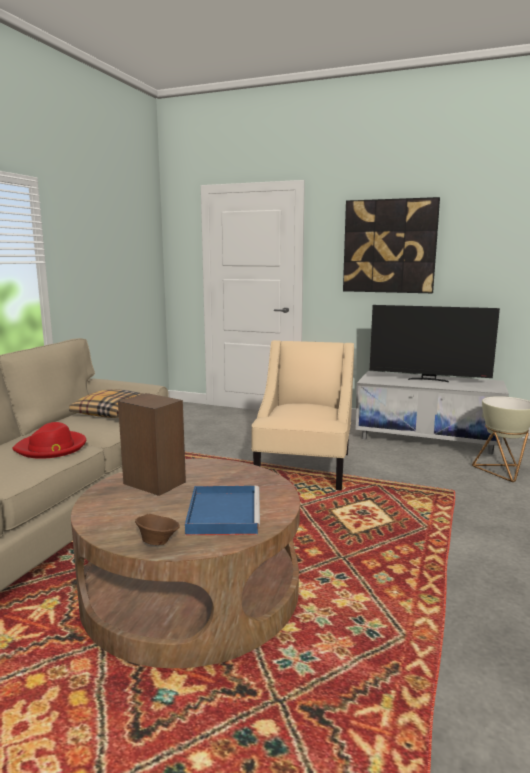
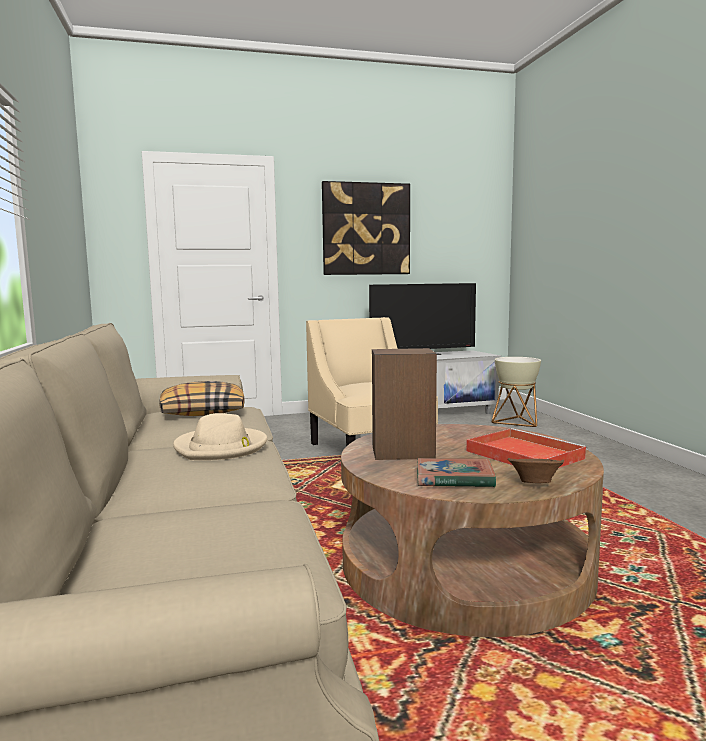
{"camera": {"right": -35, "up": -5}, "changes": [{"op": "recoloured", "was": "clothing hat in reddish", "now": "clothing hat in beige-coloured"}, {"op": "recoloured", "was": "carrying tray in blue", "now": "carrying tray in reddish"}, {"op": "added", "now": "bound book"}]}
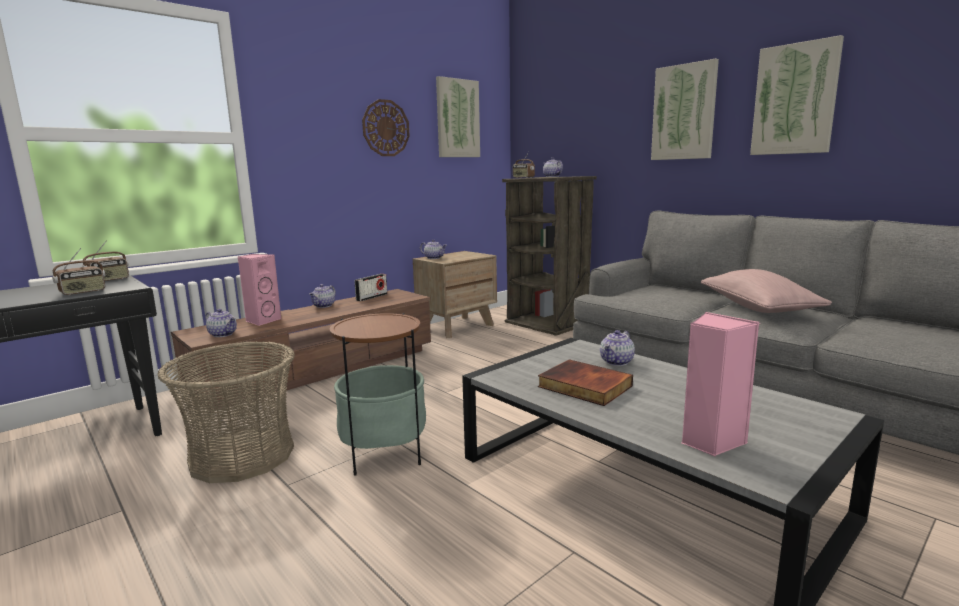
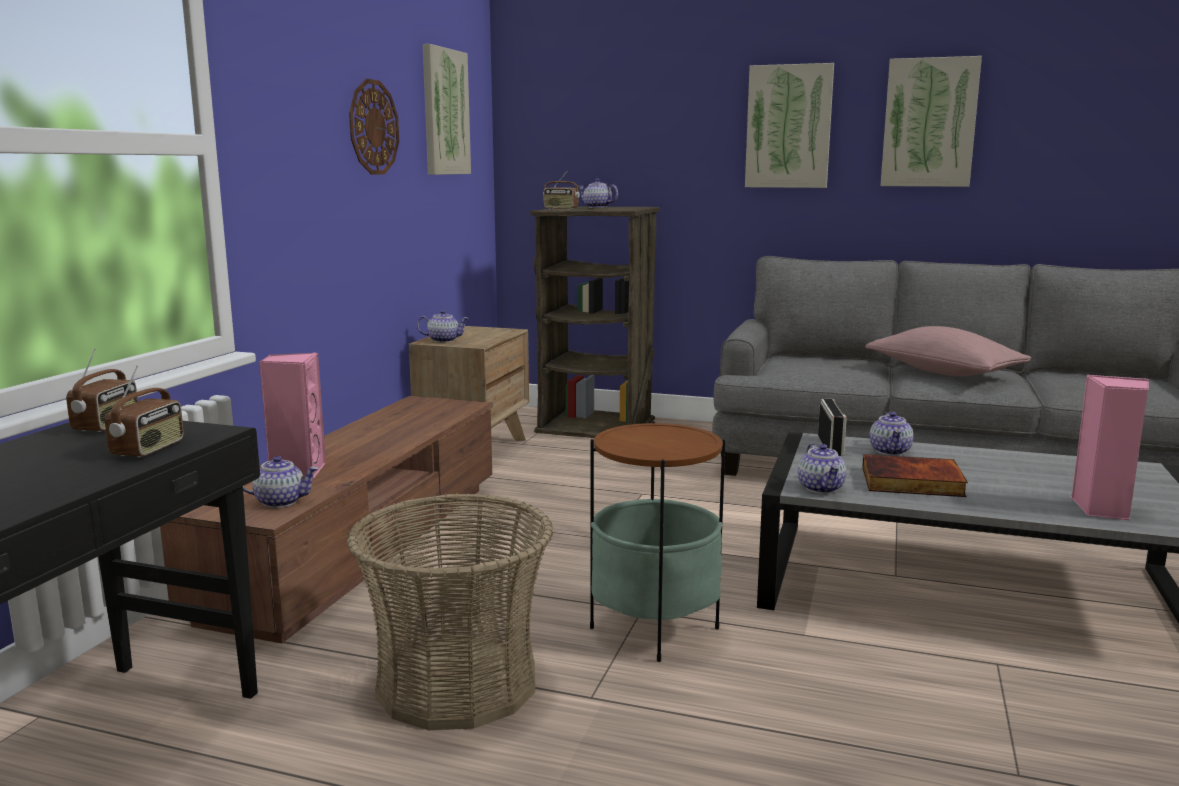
{"camera": {"right": -30, "up": 0}, "changes": [{"op": "moved", "was": "tea pot (2nd from left in the first image)", "now": "tea pot (4th from left)"}, {"op": "moved", "was": "radio set (3rd from left in the first image)", "now": "radio set (4th from left)"}]}
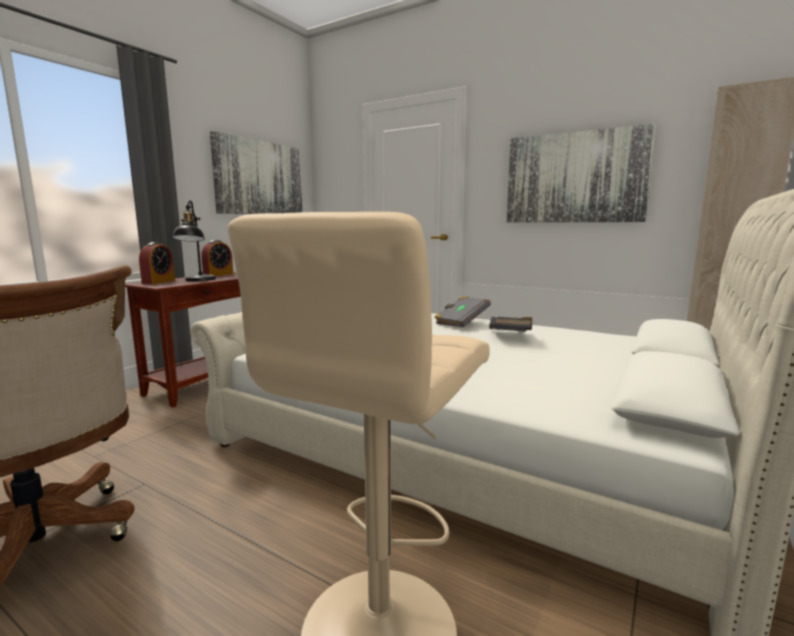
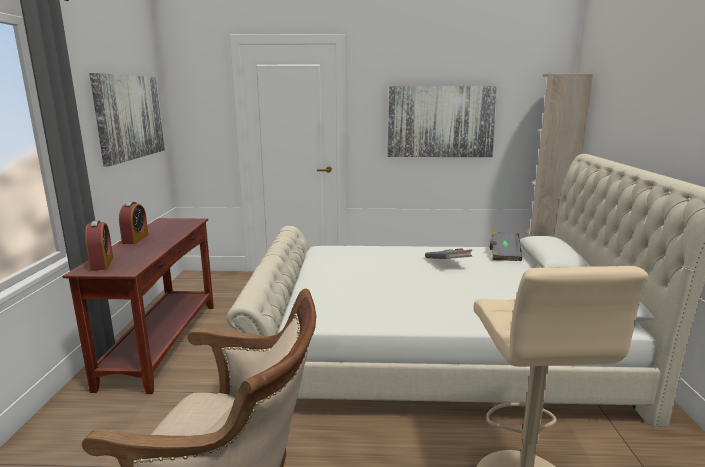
{"camera": {"right": -30, "up": 5}, "changes": [{"op": "removed", "was": "tabletop lamp in black"}, {"op": "moved", "was": "bound book in grey (1st from left in the first image)", "now": "bound book in grey (2nd from left)"}]}
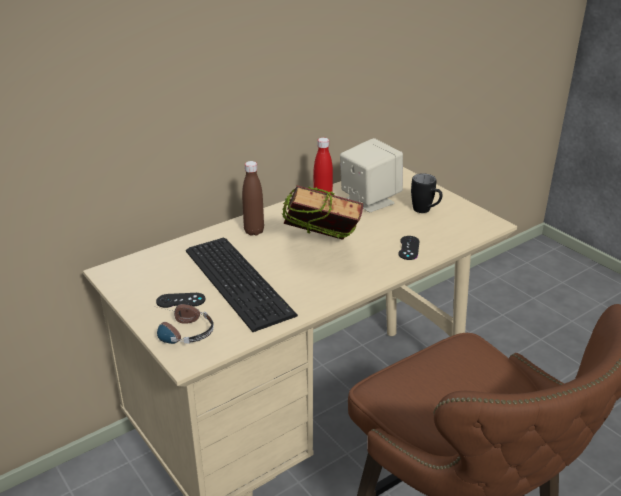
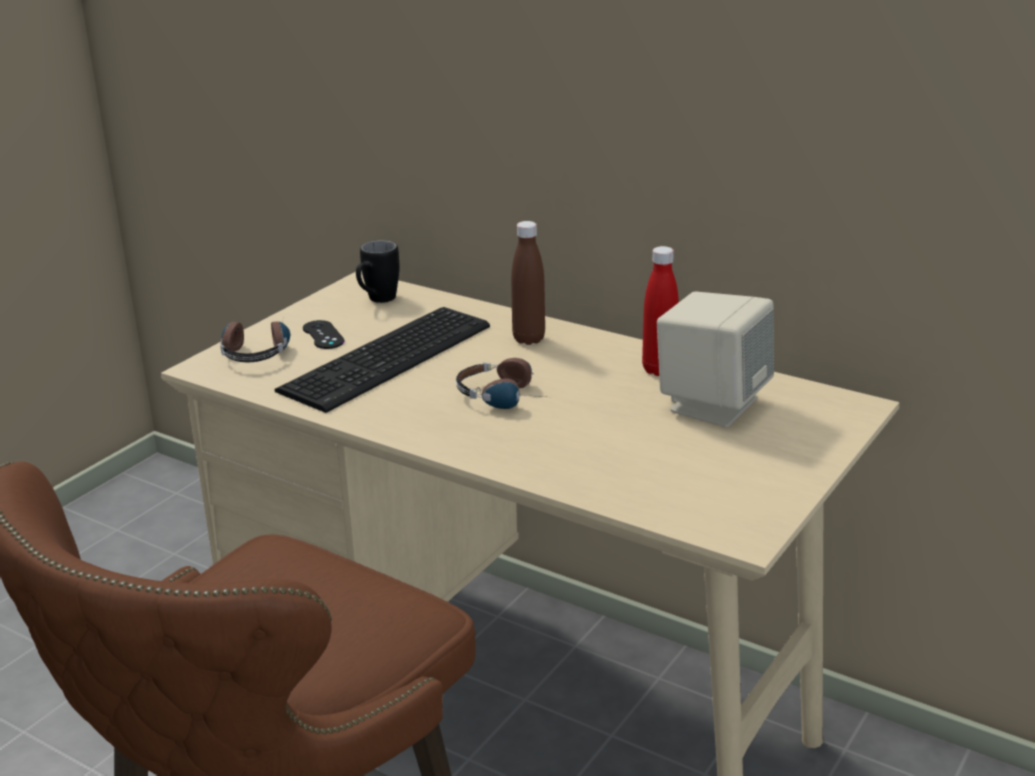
{"camera": {"right": 70, "up": -5}, "changes": [{"op": "replaced", "was": "bound book", "now": "pair of headphones (2nd from left)"}, {"op": "removed", "was": "joypad in black (2nd from left)"}, {"op": "moved", "was": "tea mug in black"}]}
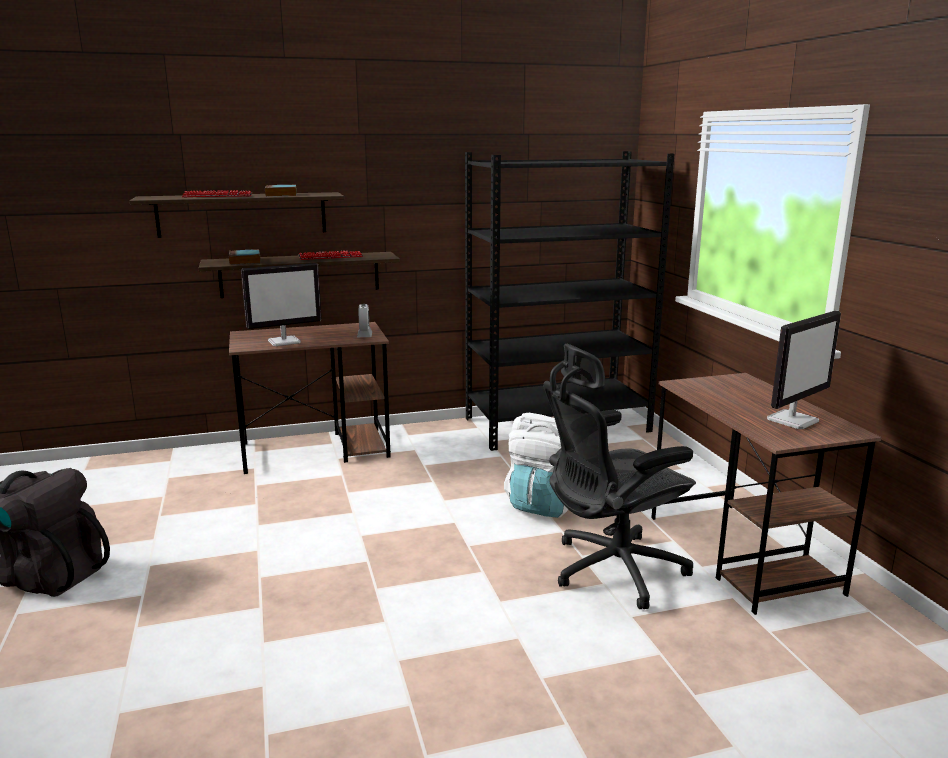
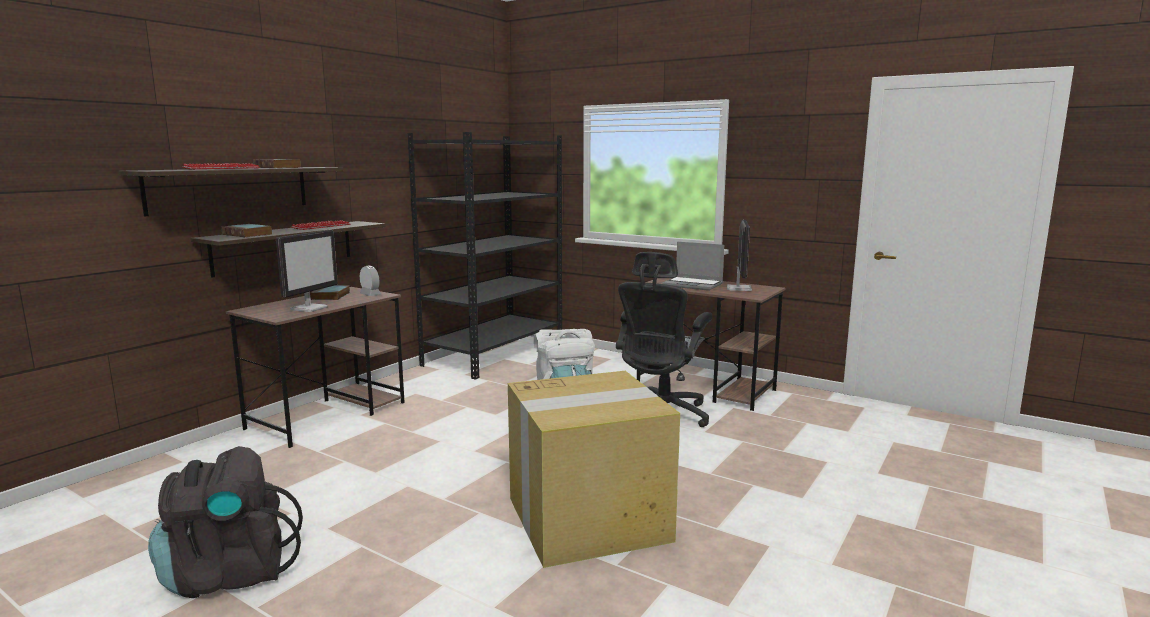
{"camera": {"right": -40, "up": -5}, "changes": [{"op": "added", "now": "bound book (3rd from left)"}, {"op": "added", "now": "packing box"}, {"op": "added", "now": "notebook computer"}]}
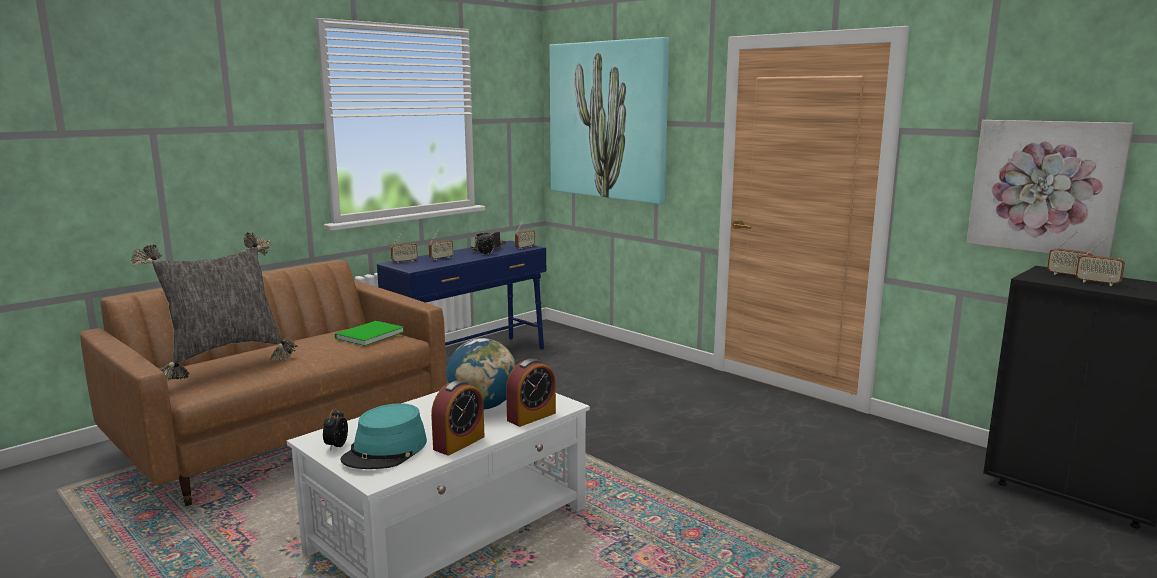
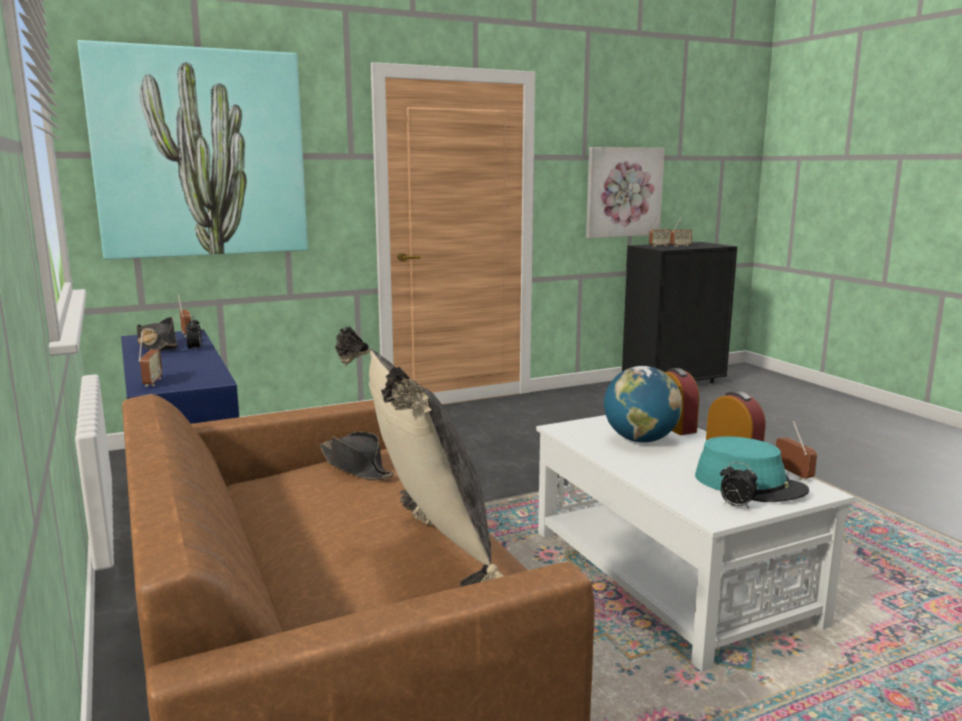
{"camera": {"right": -70, "up": 0}, "changes": [{"op": "replaced", "was": "bound book in green", "now": "clothing hat in black (2nd from left)"}, {"op": "moved", "was": "radio set (2nd from left in the first image)", "now": "radio set (5th from left)"}]}
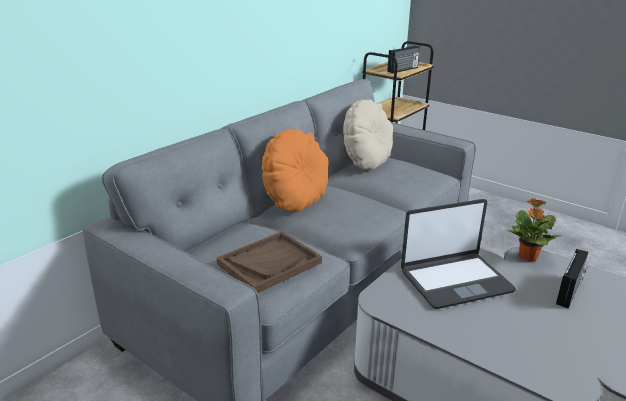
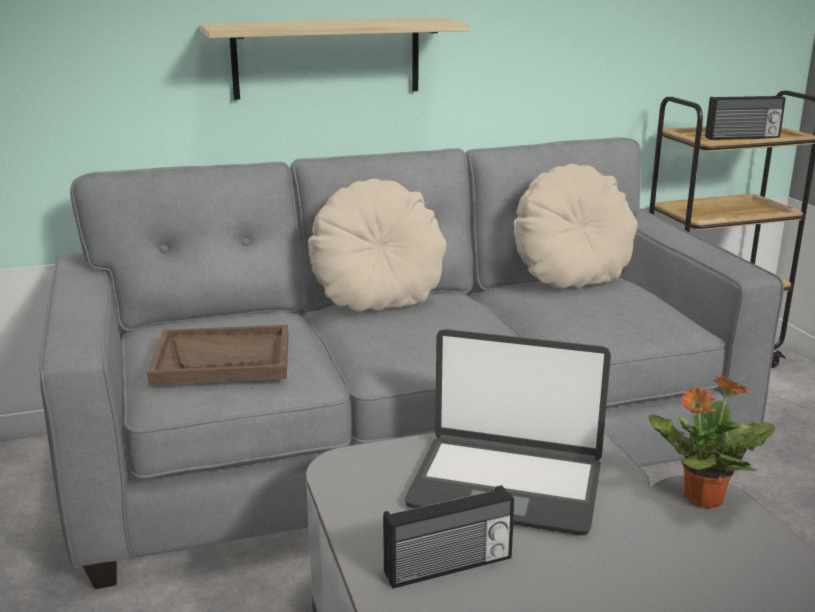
{"camera": {"right": 35, "up": -5}, "changes": [{"op": "recoloured", "was": "cushion in orange-coloured", "now": "cushion in beige-coloured (1st from left)"}, {"op": "moved", "was": "radio set (2nd from left in the first image)", "now": "radio set (1st from left)"}, {"op": "added", "now": "shelf"}]}
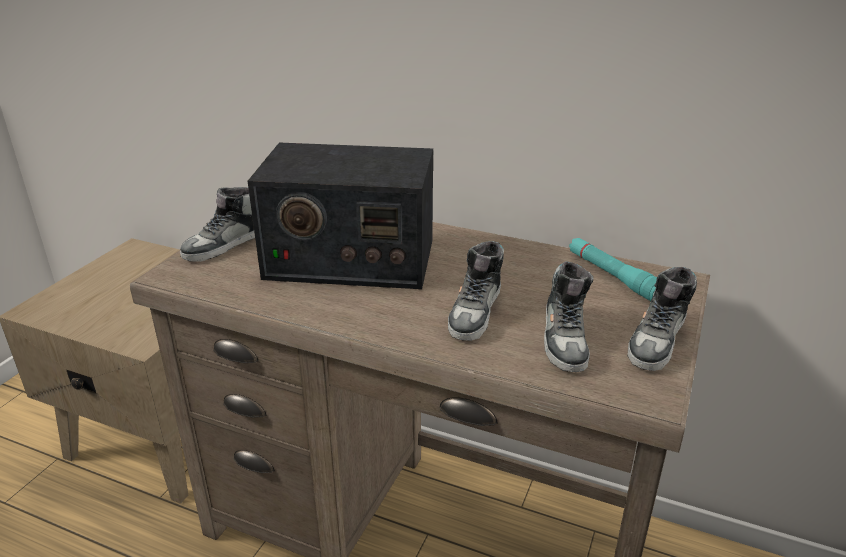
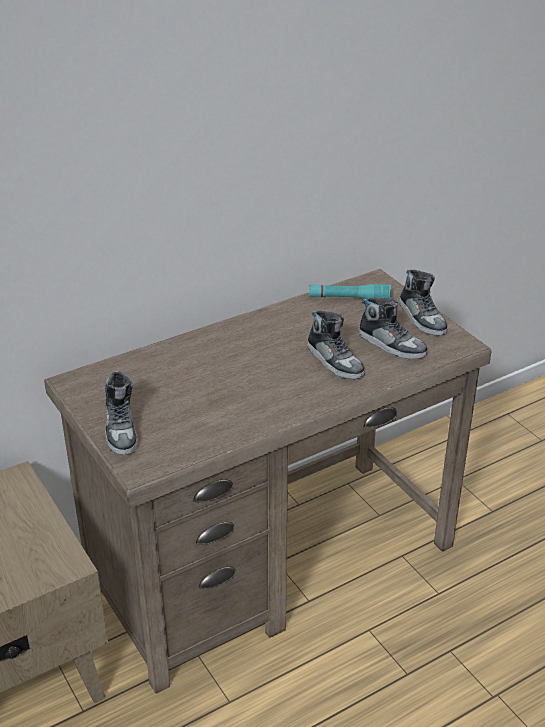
{"camera": {"right": -55, "up": 5}, "changes": [{"op": "removed", "was": "radio set"}]}
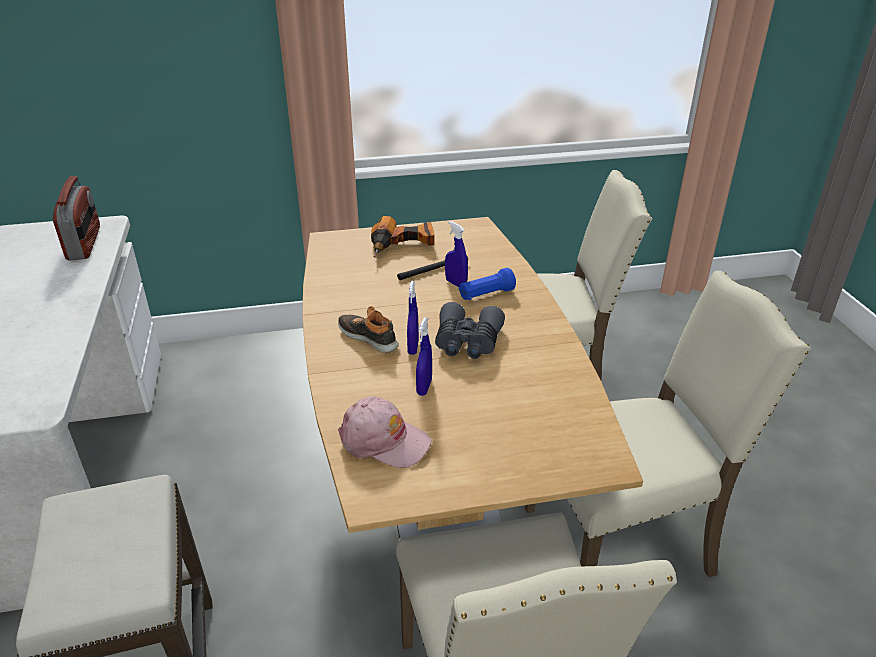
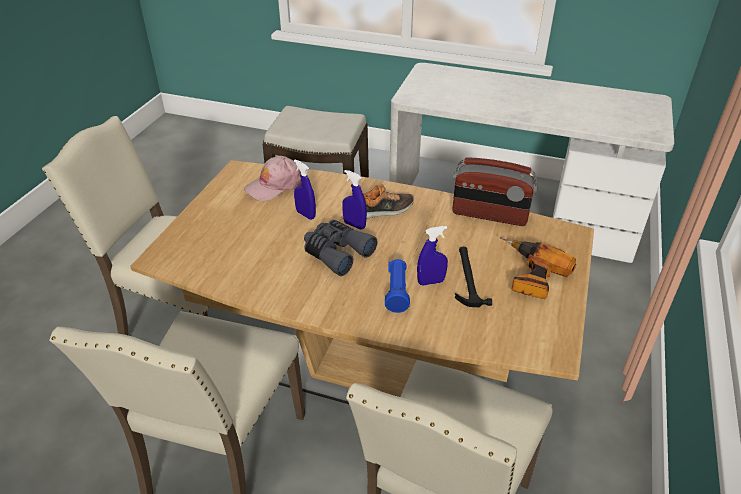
{"camera": {"right": 120, "up": 5}, "changes": [{"op": "moved", "was": "radio set"}]}
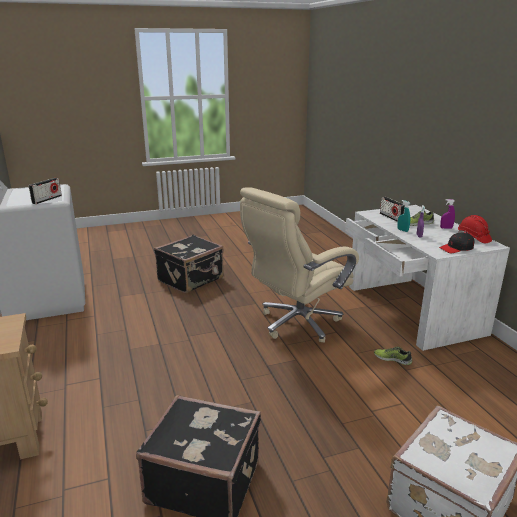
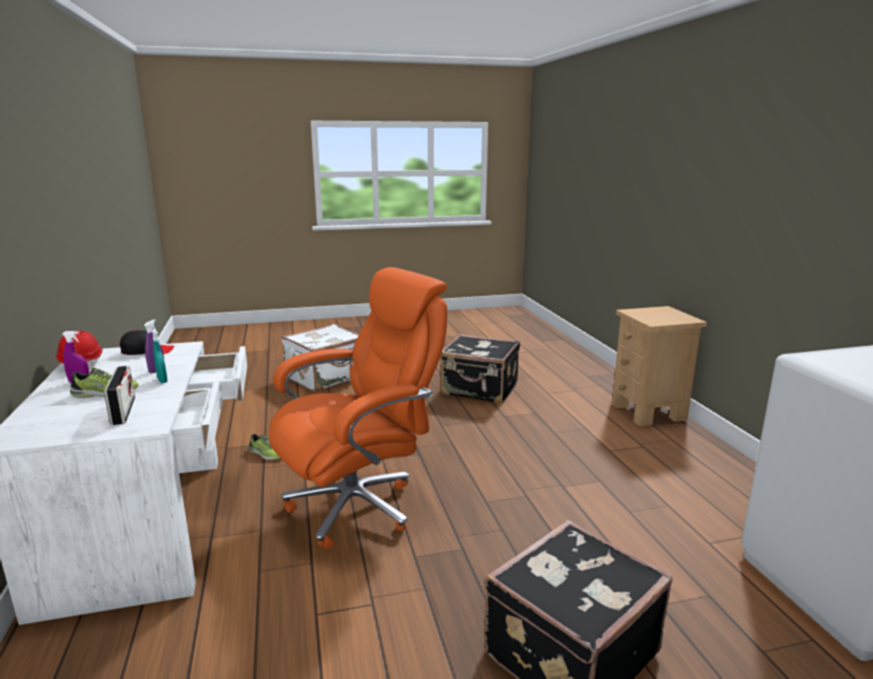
{"camera": {"right": -175, "up": -5}, "changes": [{"op": "removed", "was": "radio set (1st from left)"}, {"op": "recoloured", "was": "desk chair in beige-coloured", "now": "desk chair in orange-coloured"}]}
